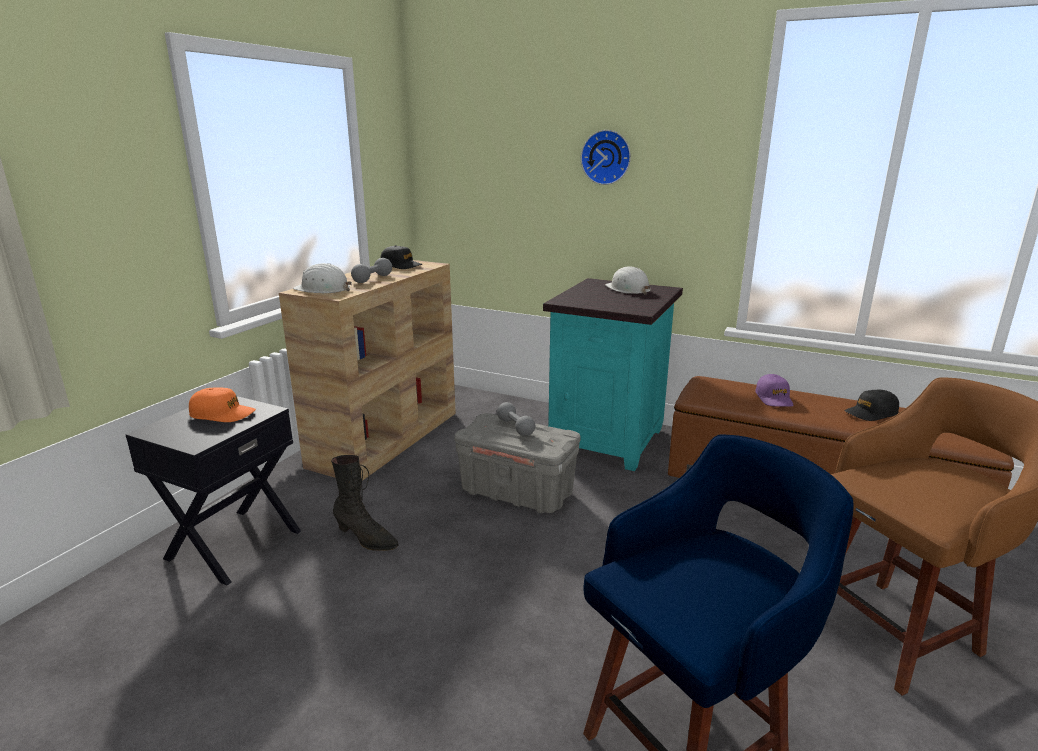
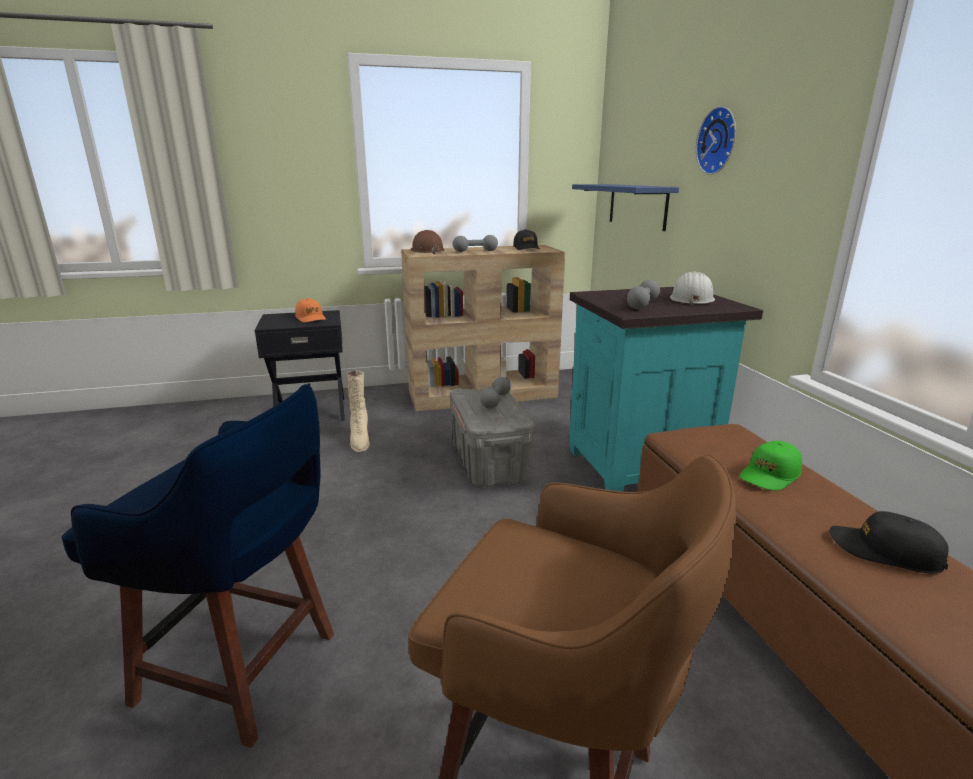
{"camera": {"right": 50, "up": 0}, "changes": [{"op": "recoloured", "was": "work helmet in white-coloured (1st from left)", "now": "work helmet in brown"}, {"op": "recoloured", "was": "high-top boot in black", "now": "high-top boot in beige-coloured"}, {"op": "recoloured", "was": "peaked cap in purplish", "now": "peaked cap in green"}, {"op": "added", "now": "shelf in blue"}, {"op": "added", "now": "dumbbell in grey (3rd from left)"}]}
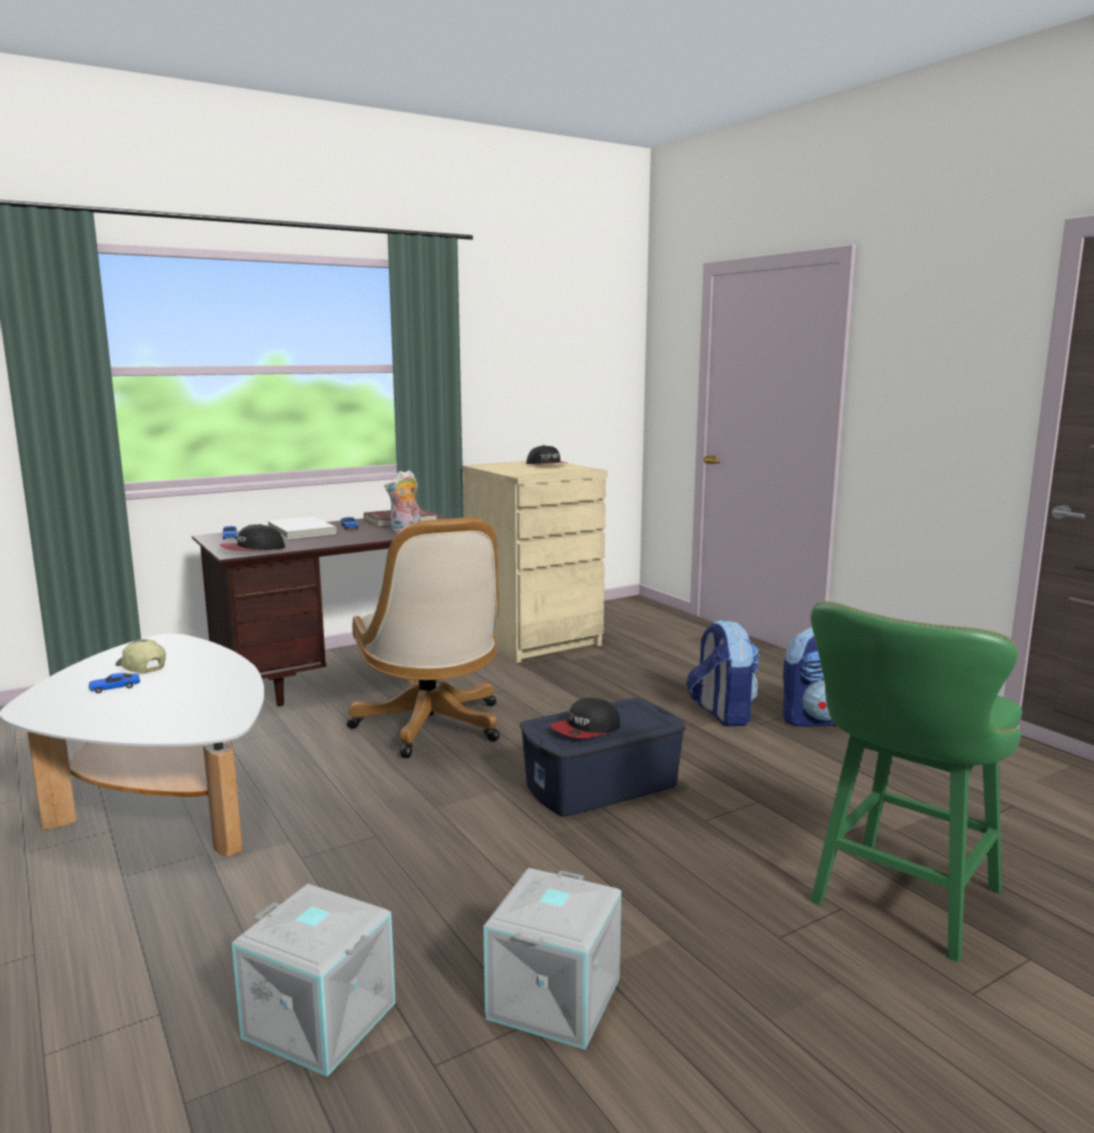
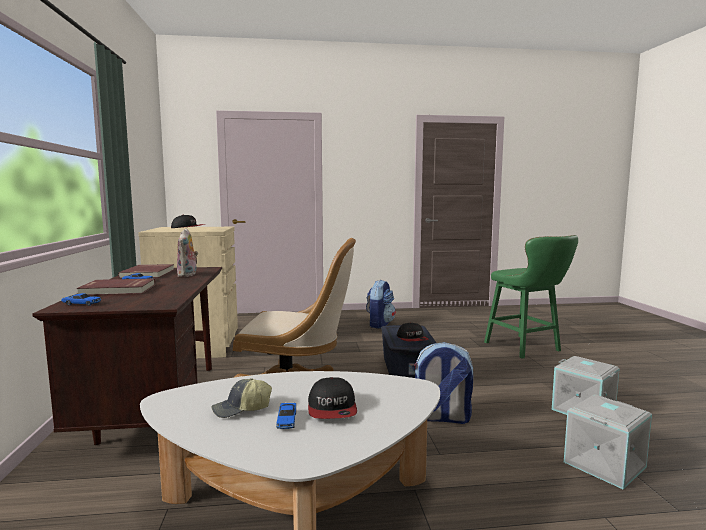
{"camera": {"right": -65, "up": -5}, "changes": [{"op": "moved", "was": "peaked cap (2nd from left in the first image)", "now": "peaked cap (3rd from left)"}, {"op": "recoloured", "was": "bound book in white-coloured", "now": "bound book in reddish (1st from left)"}, {"op": "moved", "was": "rucksack (1st from left in the first image)", "now": "rucksack (2nd from left)"}]}
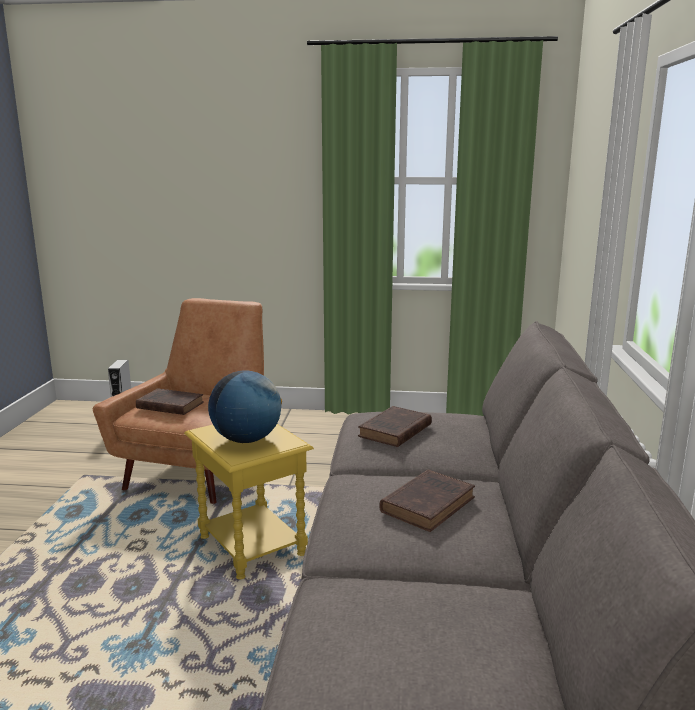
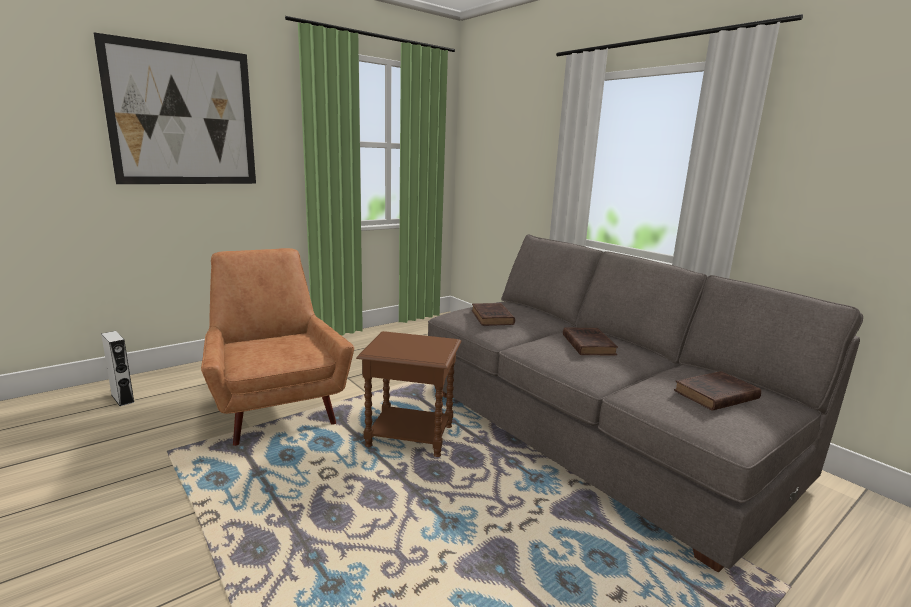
{"camera": {"right": -45, "up": 0}, "changes": [{"op": "moved", "was": "bound book in brown (1st from left in the first image)", "now": "bound book in brown (3rd from left)"}, {"op": "recoloured", "was": "side table in yellow-coloured", "now": "side table in brown"}, {"op": "removed", "was": "globe"}, {"op": "added", "now": "wall picture"}]}
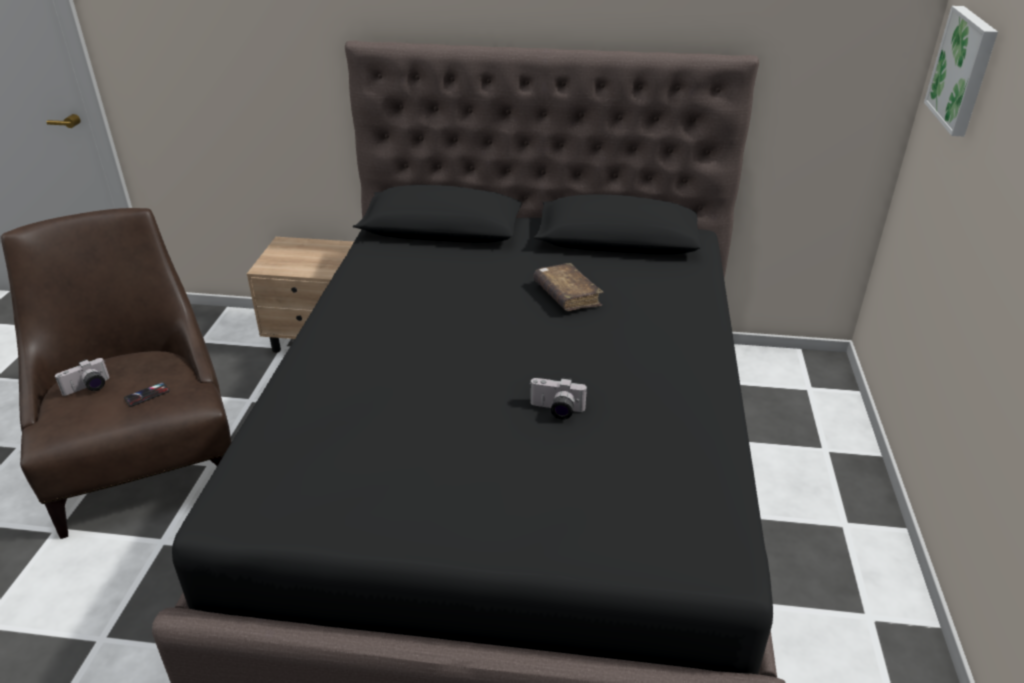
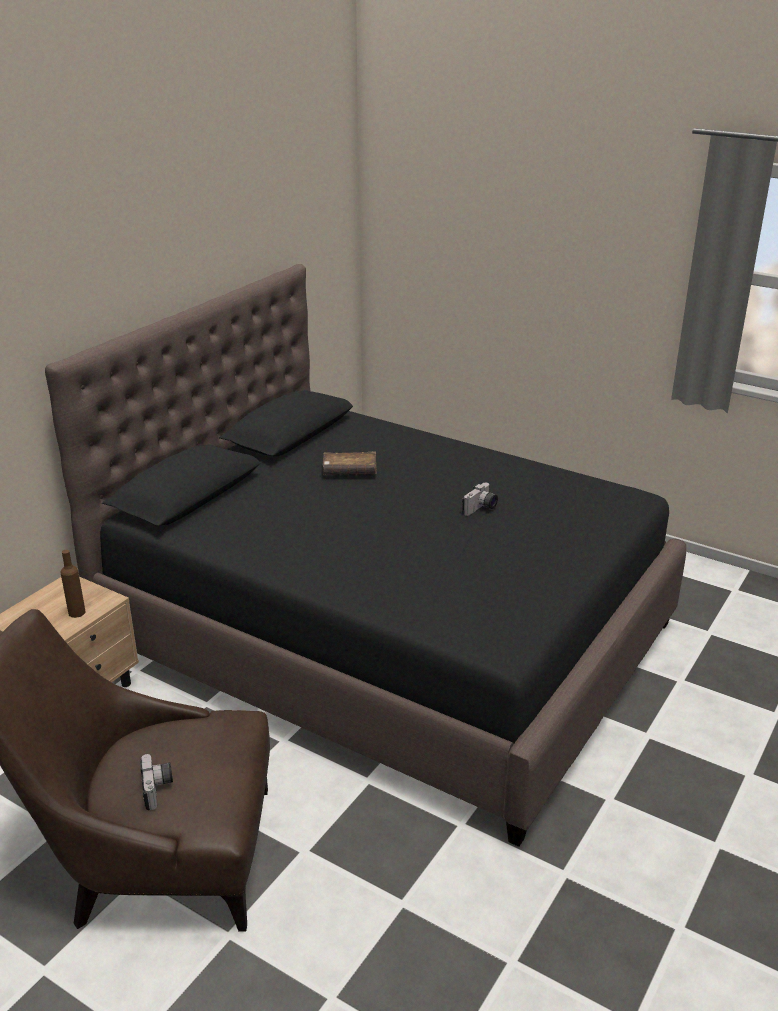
{"camera": {"right": -65, "up": -5}, "changes": [{"op": "removed", "was": "telephone"}, {"op": "removed", "was": "wall picture"}, {"op": "added", "now": "beverage bottle in brown"}]}
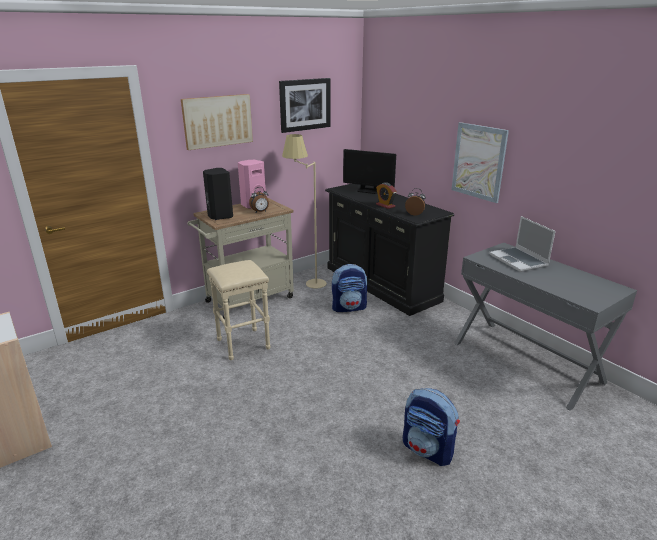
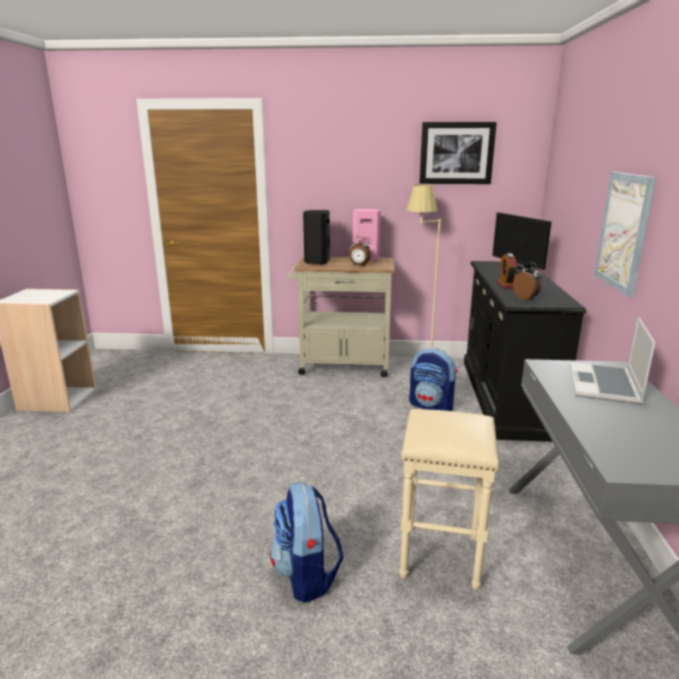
{"camera": {"right": 40, "up": -5}, "changes": [{"op": "removed", "was": "wall picture (1st from left)"}, {"op": "moved", "was": "sitting stool in beige-coloured"}]}
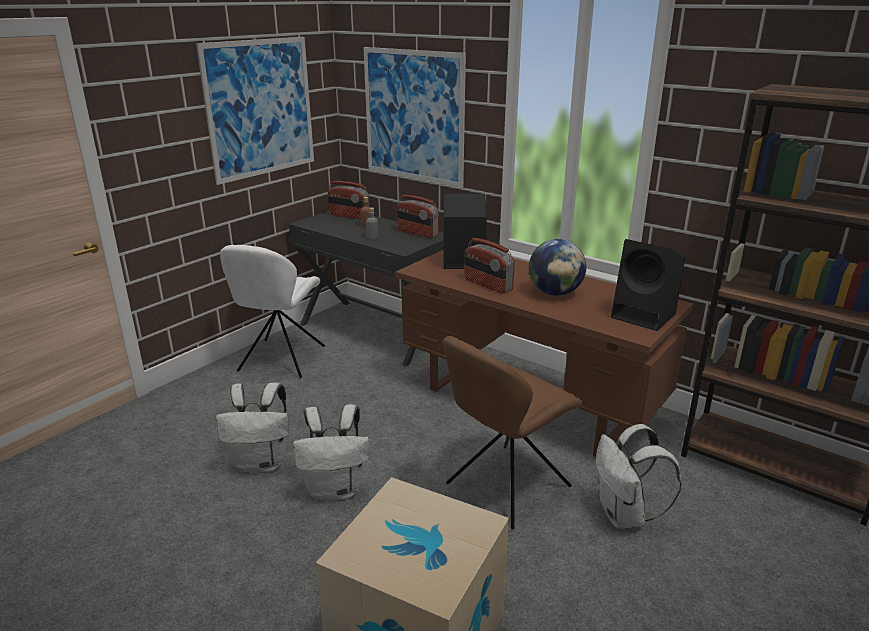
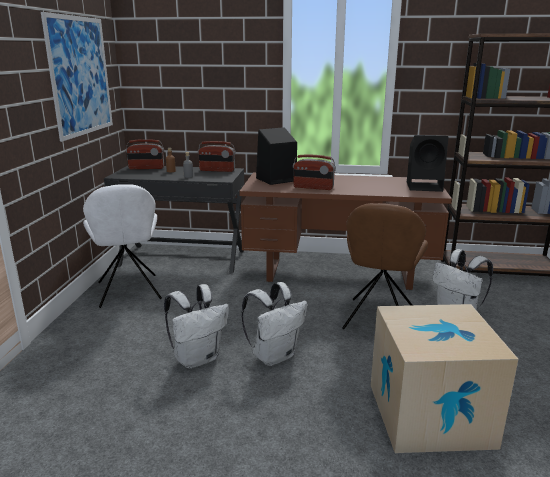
{"camera": {"right": -30, "up": -5}, "changes": [{"op": "removed", "was": "wall picture (2nd from left)"}, {"op": "removed", "was": "globe"}]}
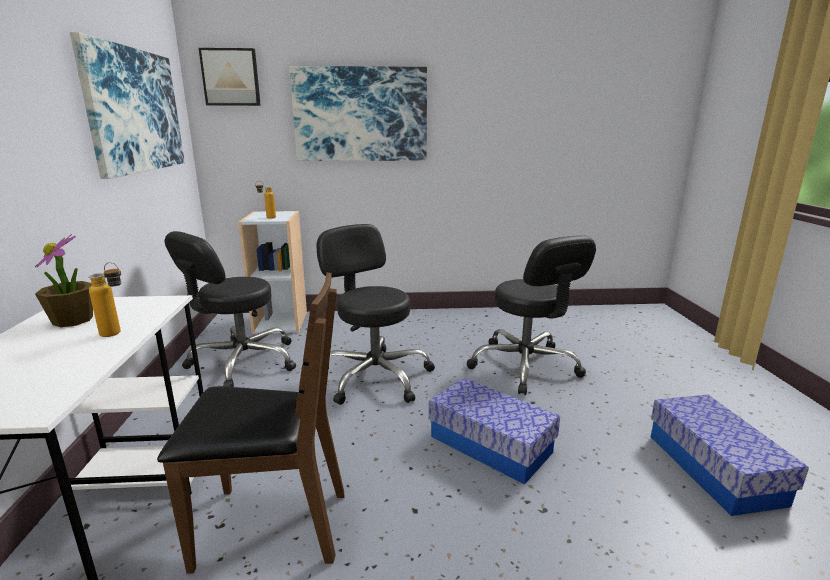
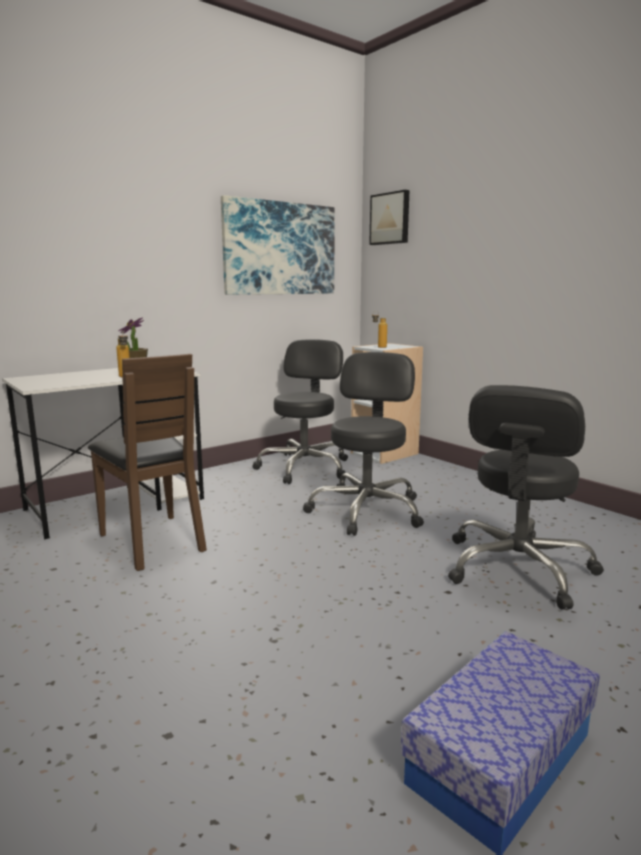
{"camera": {"right": 55, "up": -5}, "changes": [{"op": "turned", "was": "desk chair in black (1st from left)", "clockwise": 105}, {"op": "removed", "was": "wall picture (3rd from left)"}, {"op": "removed", "was": "storage container (1st from left)"}]}
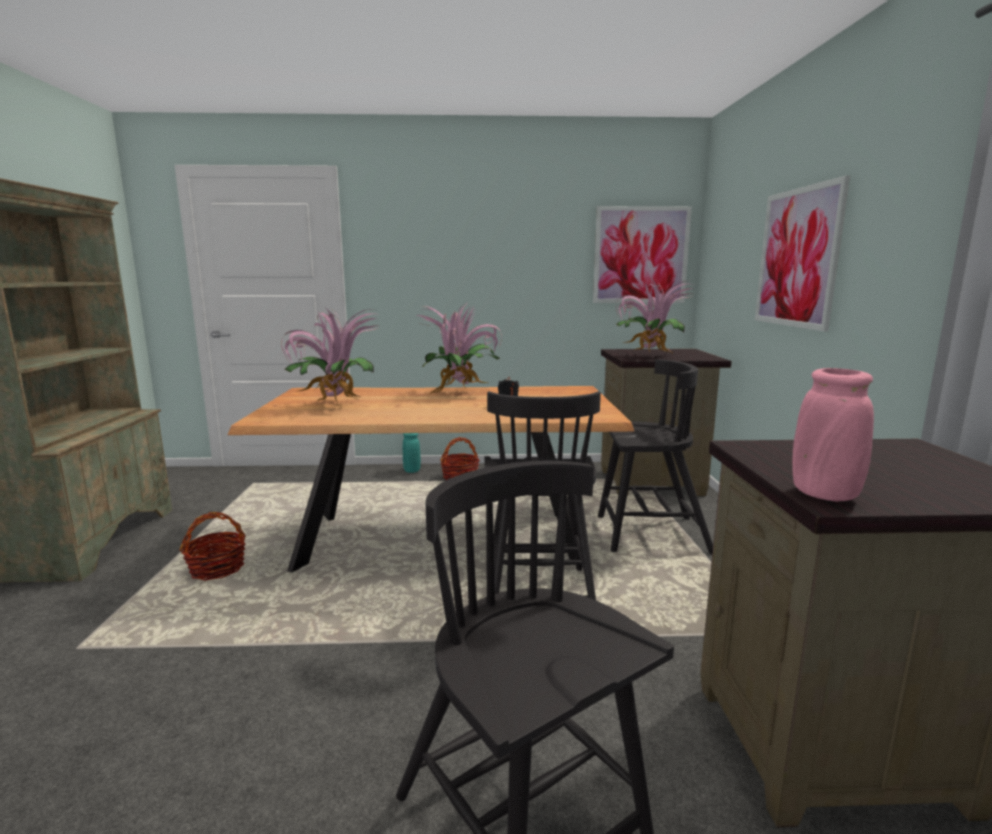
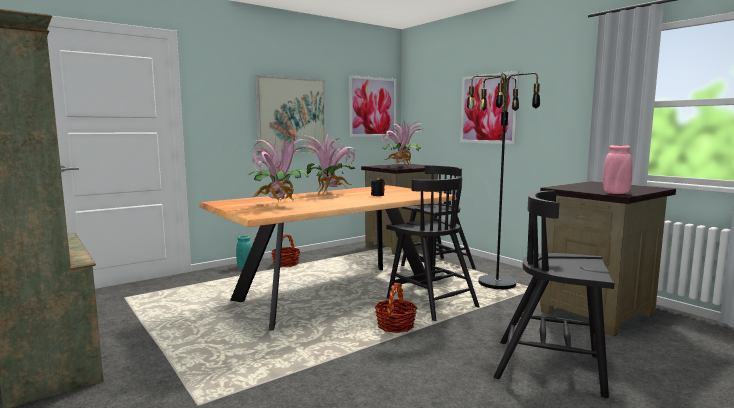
{"camera": {"right": -35, "up": -5}, "changes": [{"op": "moved", "was": "storage basket (1st from left in the first image)", "now": "storage basket (2nd from left)"}, {"op": "added", "now": "wall picture (1st from left)"}, {"op": "added", "now": "floor lamp"}]}
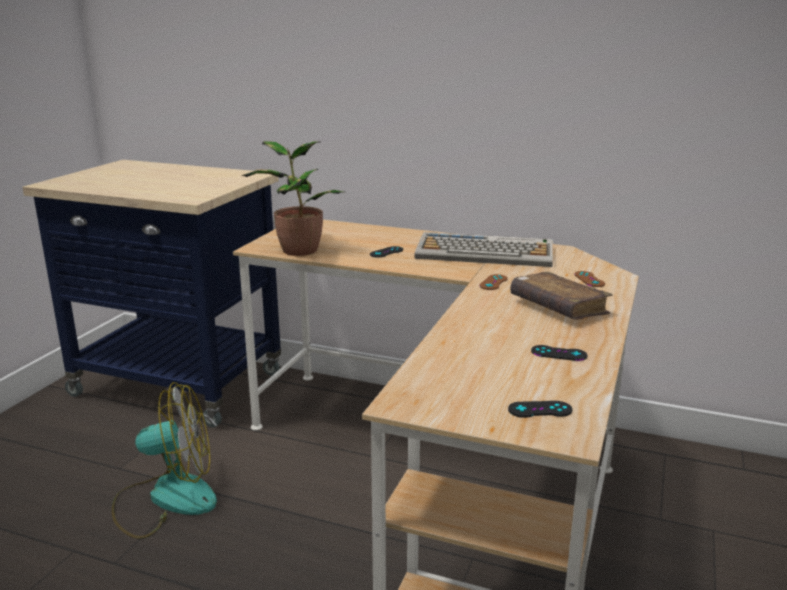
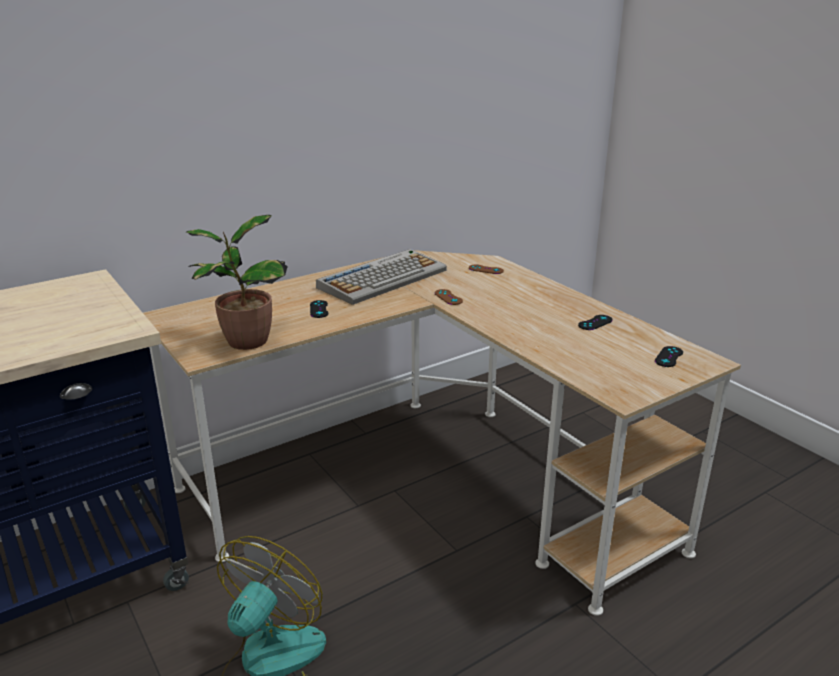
{"camera": {"right": -55, "up": 5}, "changes": [{"op": "removed", "was": "bound book in brown"}]}
